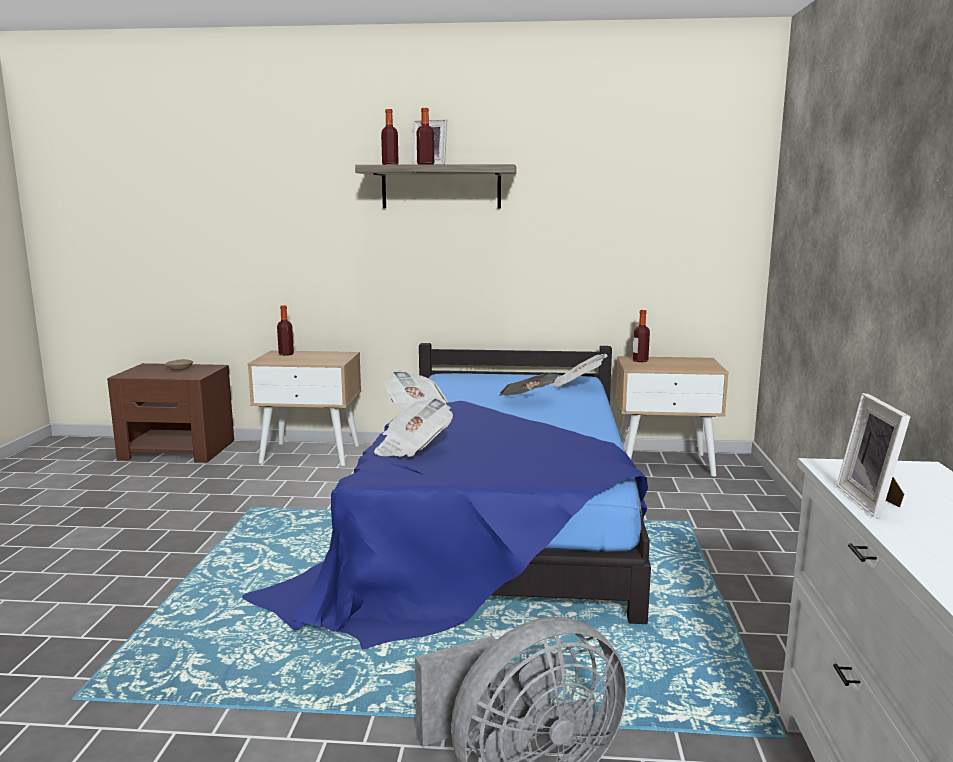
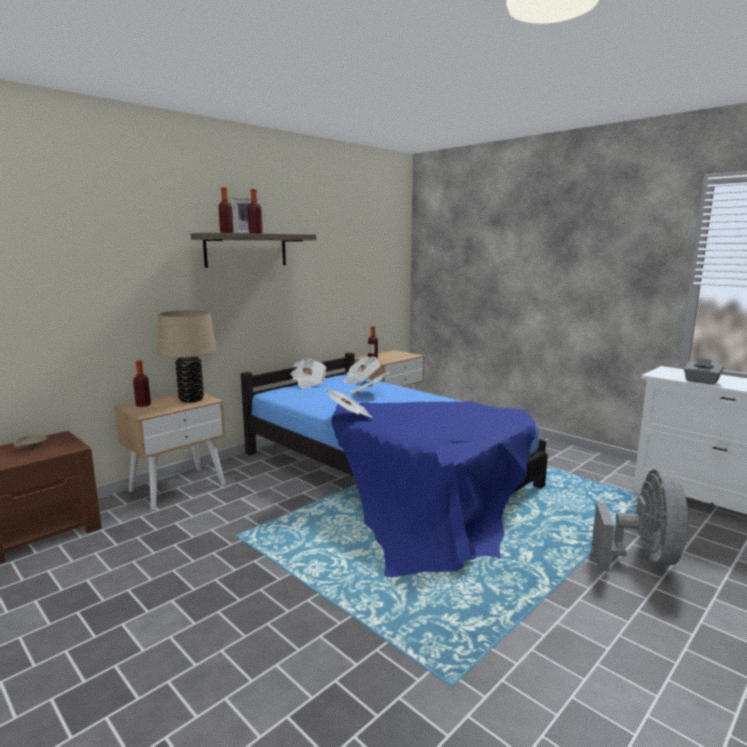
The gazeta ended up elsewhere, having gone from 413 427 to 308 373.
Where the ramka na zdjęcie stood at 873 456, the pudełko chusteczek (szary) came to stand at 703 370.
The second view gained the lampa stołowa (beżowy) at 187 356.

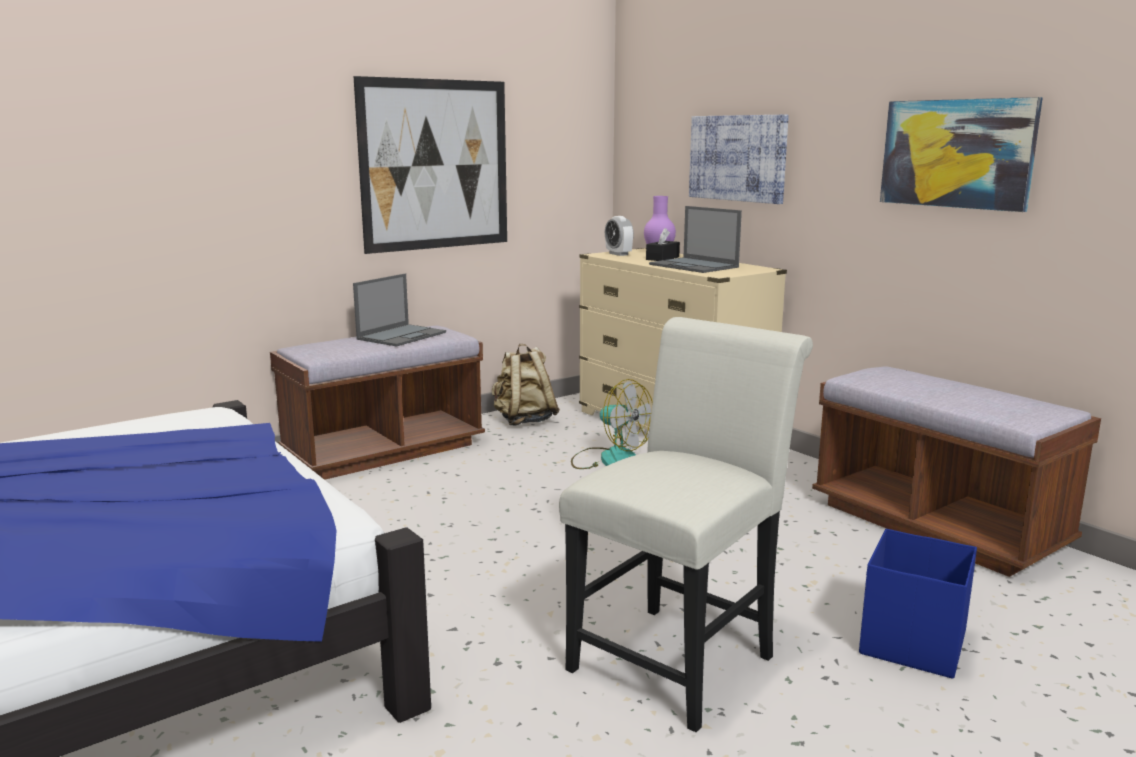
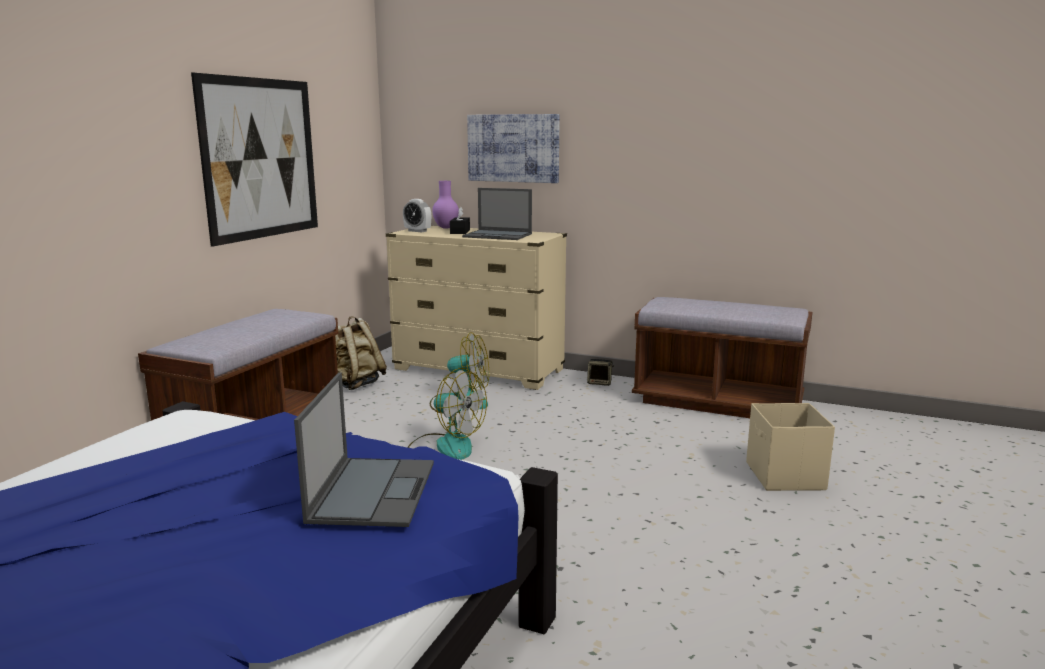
The laptop ended up elsewhere, having gone from 399 310 to 364 449.
The second view lost the krzesło (biały) at 686 524.
What was the pojemnik do przechowywania (niebieski) at 918 604 turned into the pojemnik do przechowywania (beżowy) at 790 447.
The second view lost the obraz at 961 154.
The second view gained the wentylator at 447 414.
The second view gained the głośnik at 600 372.

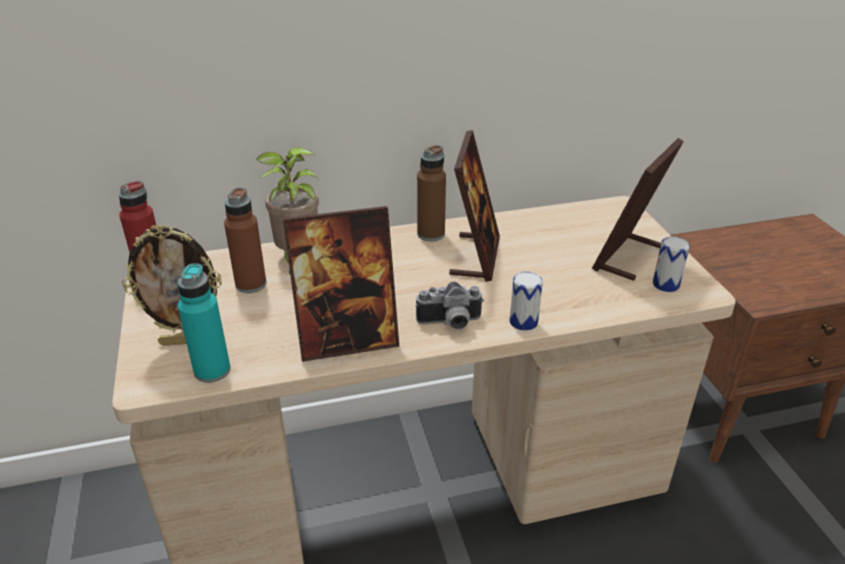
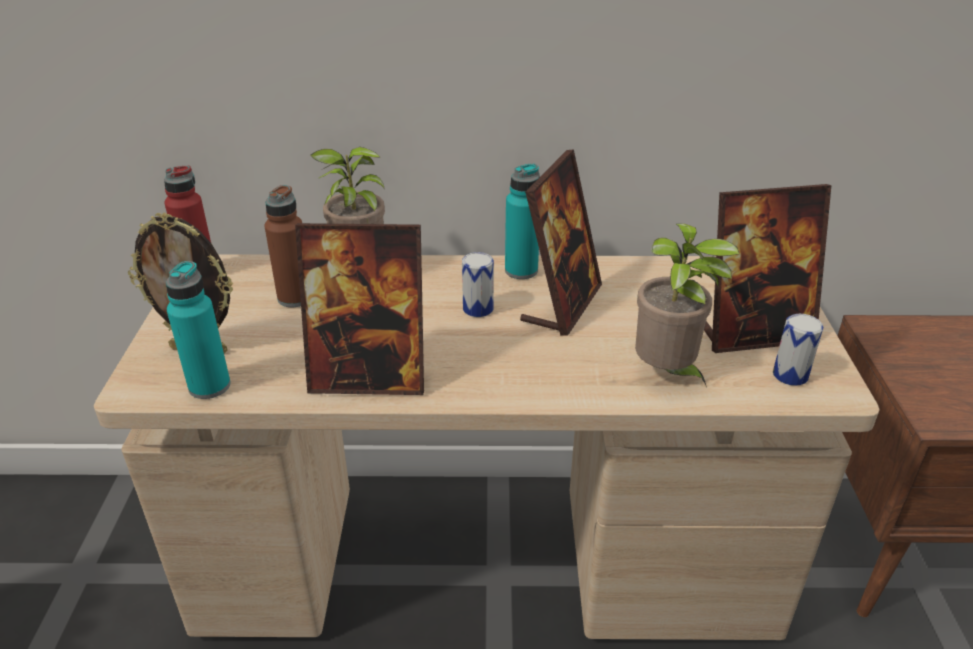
The second view lost the aparat fotograficzny at 450 305.
What was the butelka (brązowy) at 431 193 turned into the butelka (turkusowy) at 522 221.
The puszka ended up elsewhere, having gone from 526 301 to 478 284.
The ramka na zdjęcie at 638 209 ended up facing another way, 150 degrees counterclockwise from before.
The second view gained the roślina doniczkowa at 687 305.

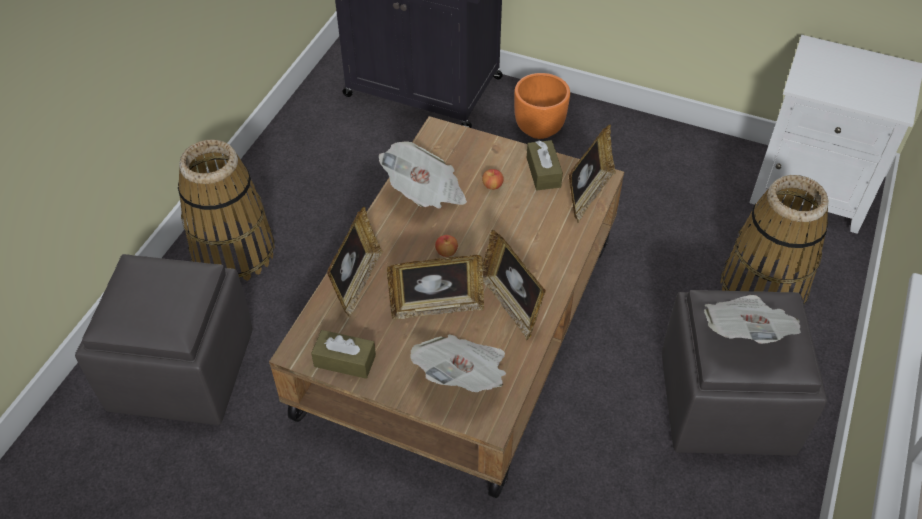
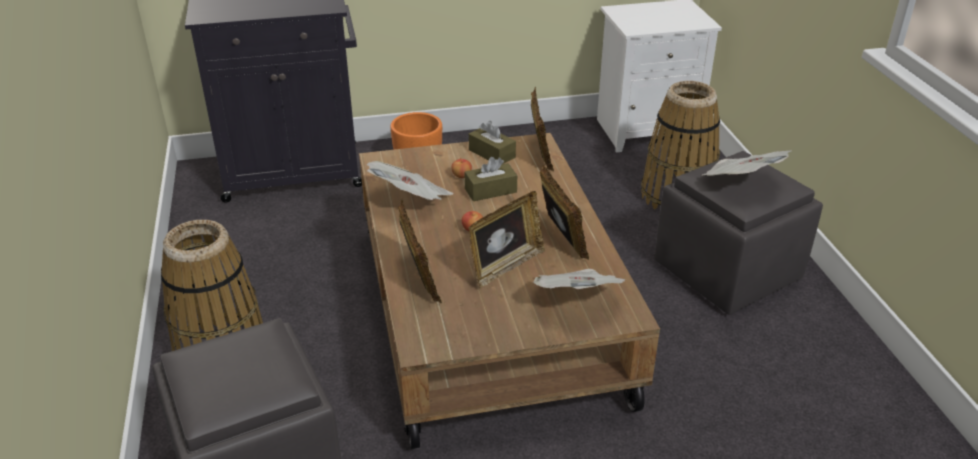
The pudełko chusteczek (brązowy) ended up elsewhere, having gone from 343 354 to 491 179.
The ramka na zdjęcie at 514 285 ended up facing another way, 135 degrees counterclockwise from before.

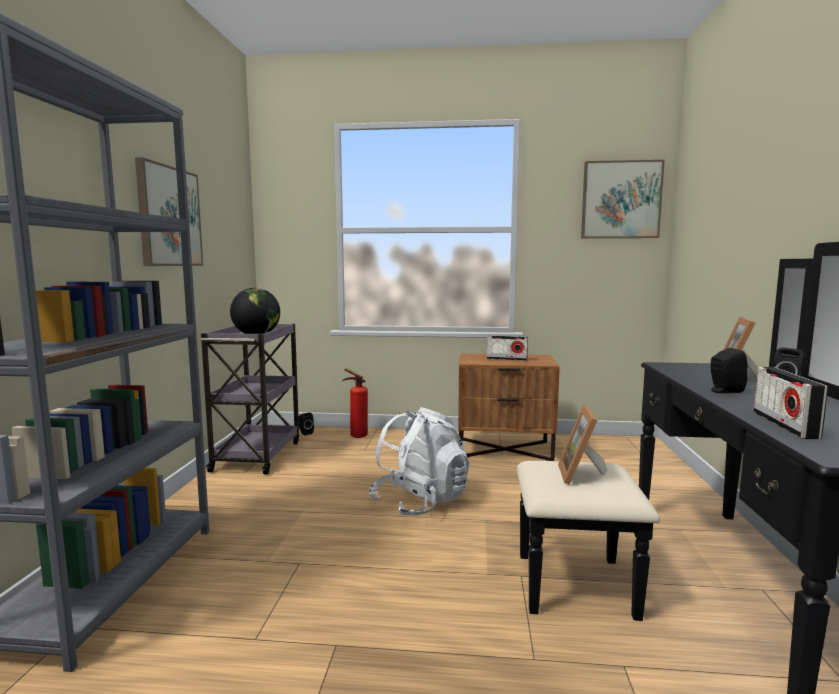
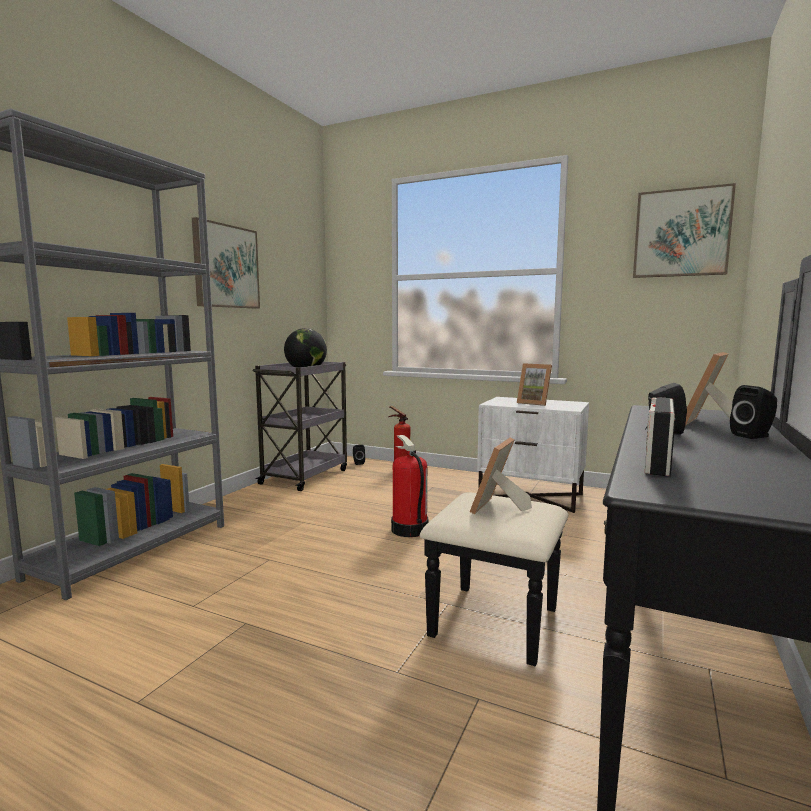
Where the plecak (biały) stood at 419 462, the gaśnica came to stand at 410 486.
What was the szafka nocna (brązowy) at 509 407 turned into the szafka nocna (biały) at 533 455.
Where the radio stood at 507 348, the ramka na zdjęcie came to stand at 534 384.

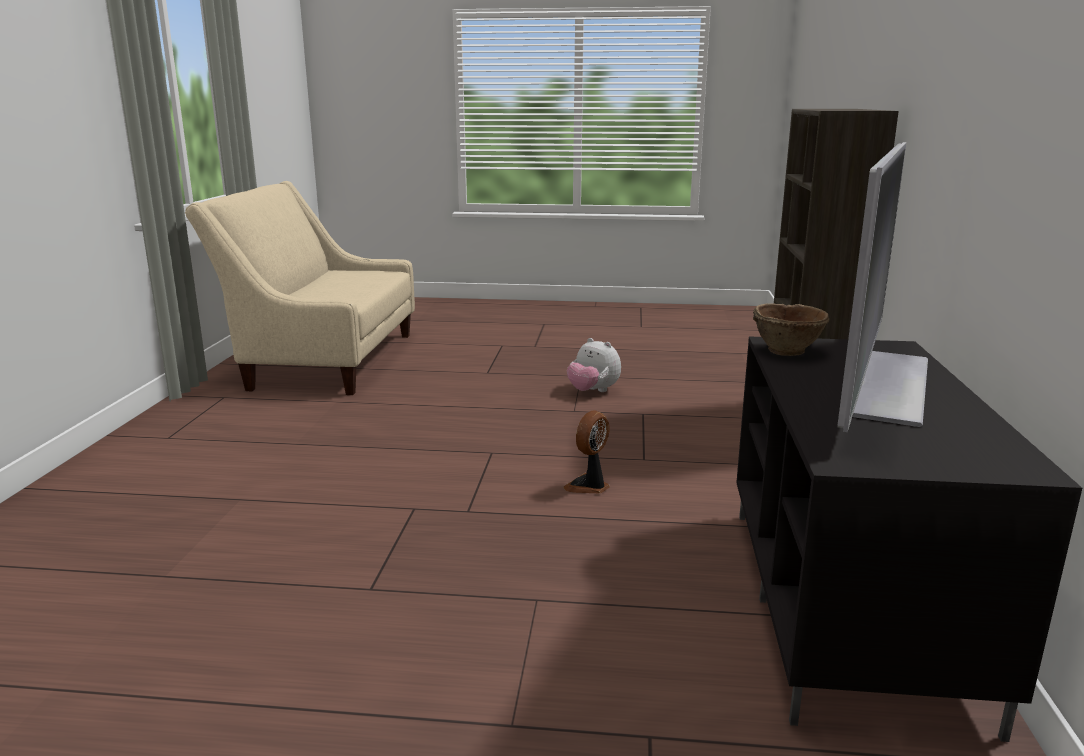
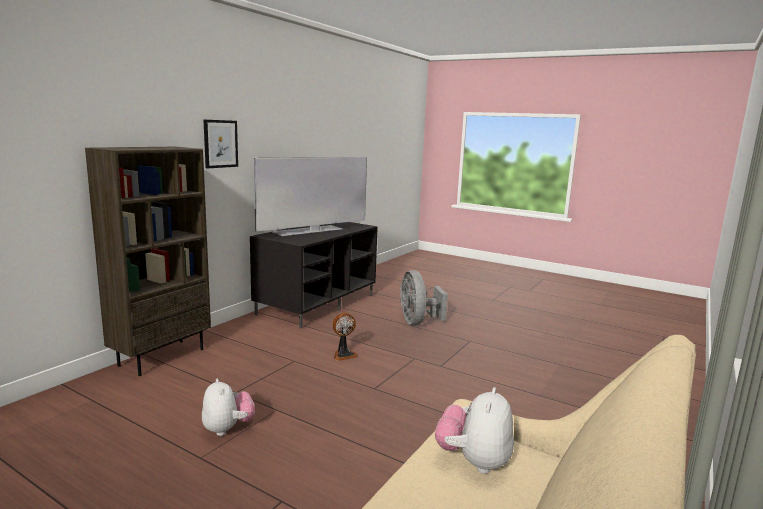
The second view lost the miska (brązowy) at 791 329.
The second view gained the obraz at 221 144.
The second view gained the wentylator (szary) at 424 297.
The second view gained the pluszak at 474 430.

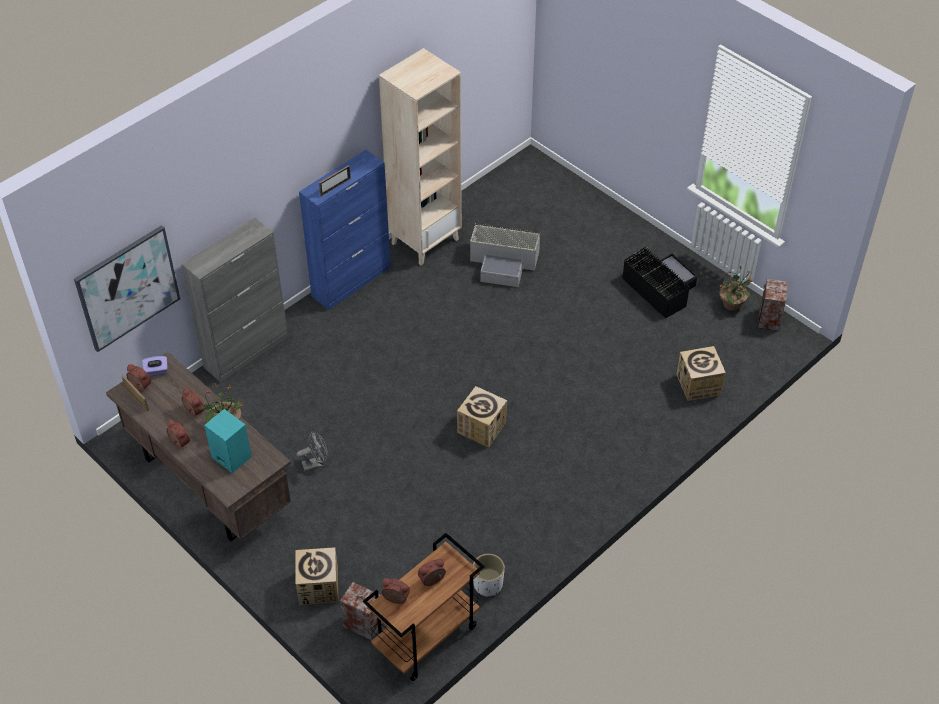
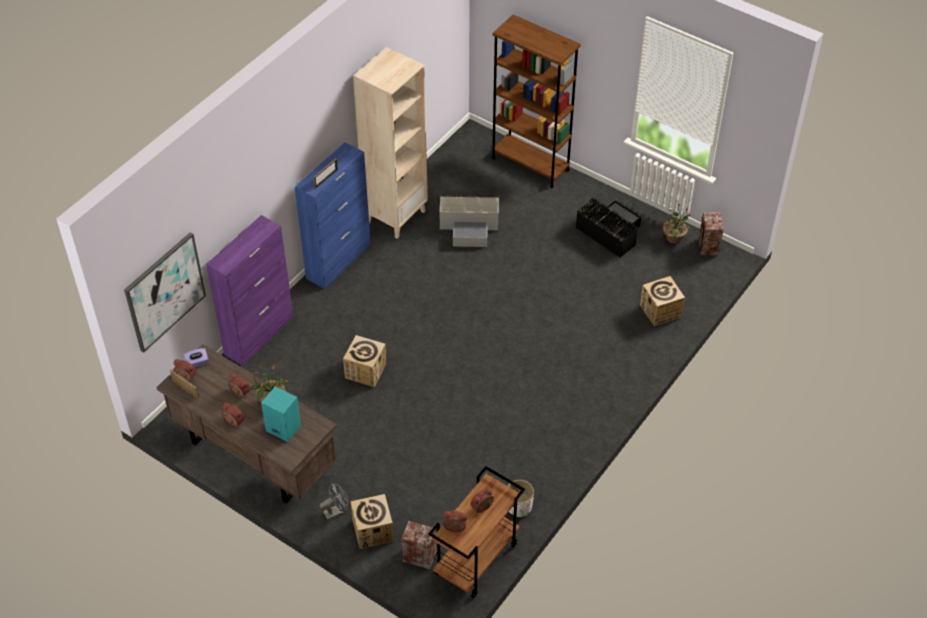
What was the szafka (szary) at 234 300 turned into the szafka (fioletowy) at 250 290.
The wentylator (szary) ended up elsewhere, having gone from 312 451 to 334 501.
The karton ended up elsewhere, having gone from 482 417 to 364 361.
The second view gained the regał (brązowy) at 536 101.

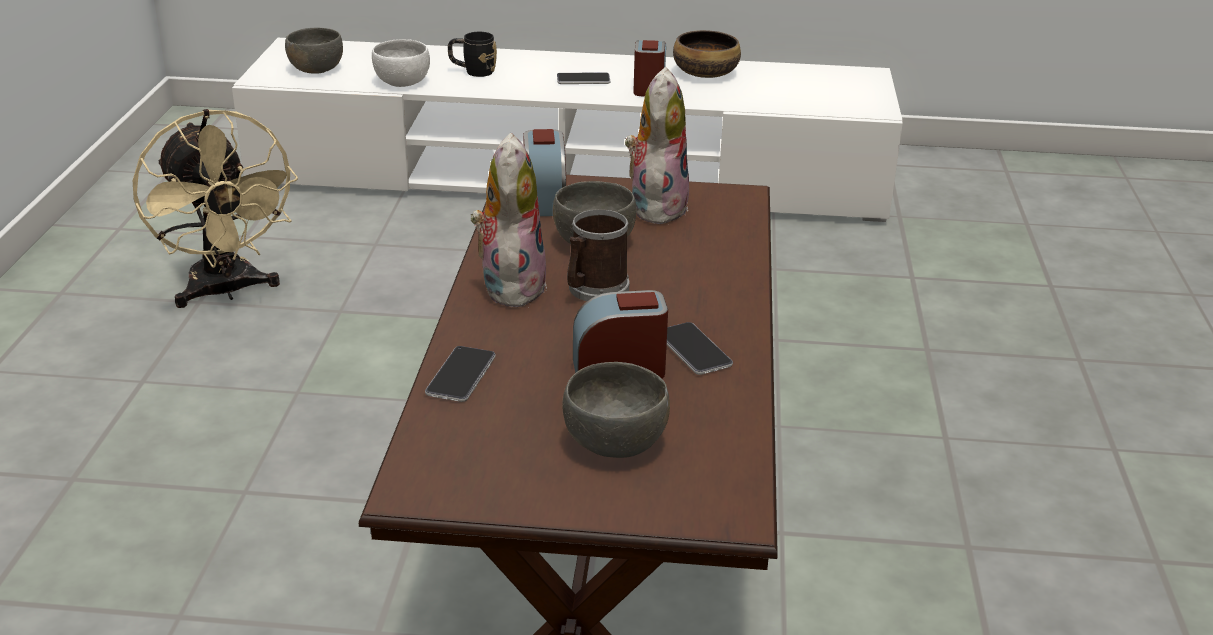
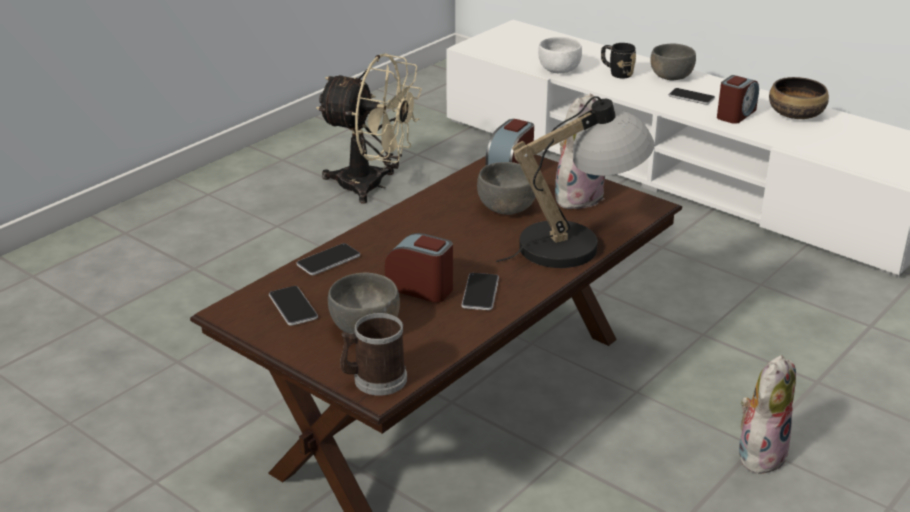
The wentylator (beżowy) at 215 208 ended up facing another way, 75 degrees counterclockwise from before.
The miska (szary) ended up elsewhere, having gone from 314 51 to 673 61.
The pluszak ended up elsewhere, having gone from 509 220 to 767 414.
The kubek ended up elsewhere, having gone from 598 255 to 373 354.
The second view gained the telefon at 293 306.
The second view gained the lampa stołowa at 575 182.

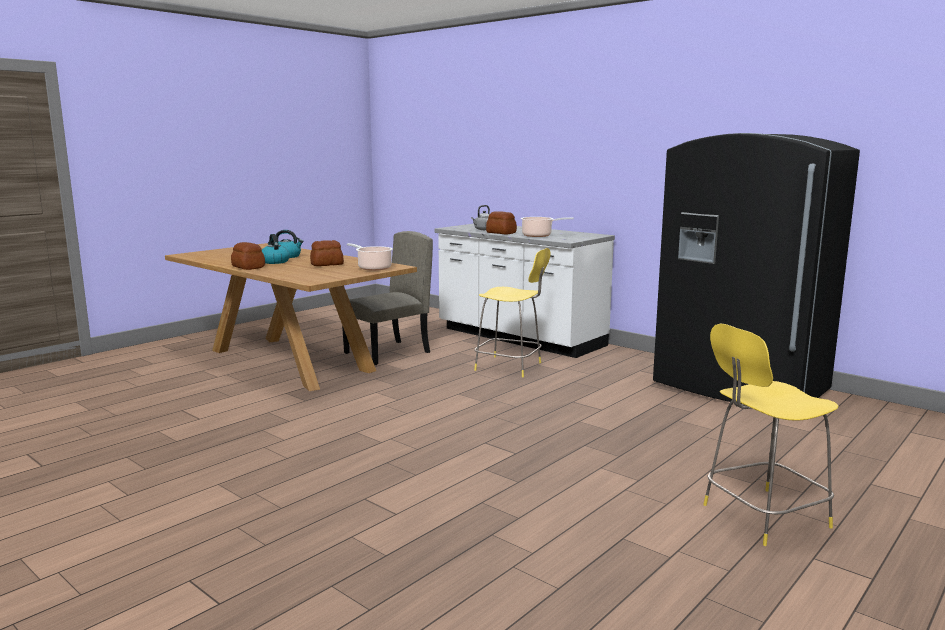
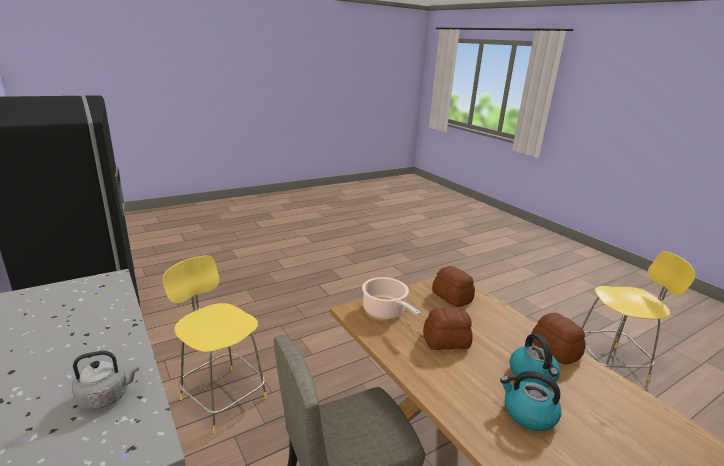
The chleb ended up elsewhere, having gone from 501 223 to 453 286.
The second view lost the garnek at 547 227.
The stołek (żółty) ended up elsewhere, having gone from 771 435 to 638 316.

